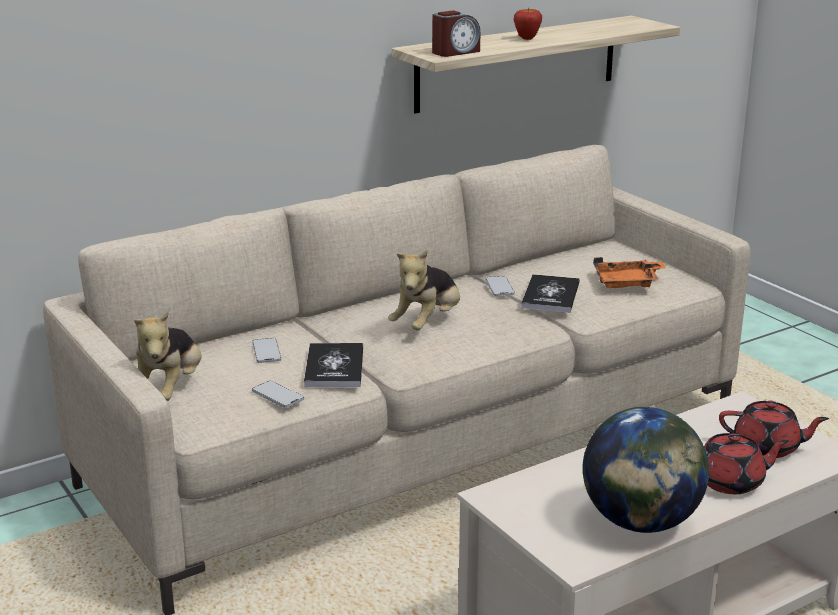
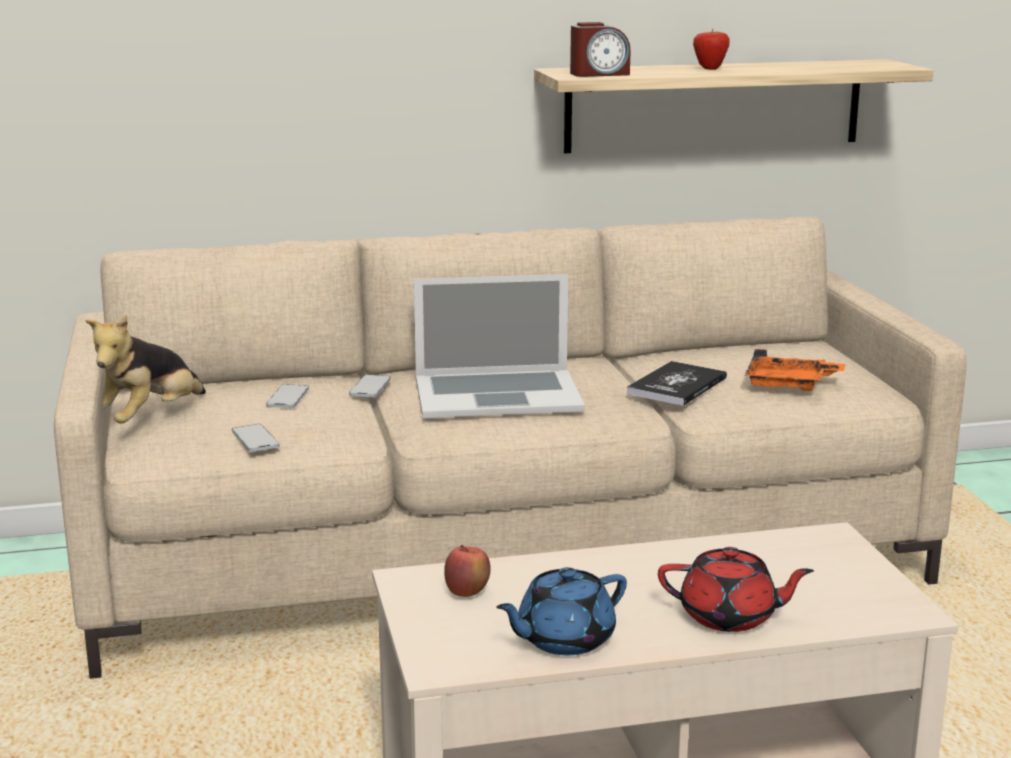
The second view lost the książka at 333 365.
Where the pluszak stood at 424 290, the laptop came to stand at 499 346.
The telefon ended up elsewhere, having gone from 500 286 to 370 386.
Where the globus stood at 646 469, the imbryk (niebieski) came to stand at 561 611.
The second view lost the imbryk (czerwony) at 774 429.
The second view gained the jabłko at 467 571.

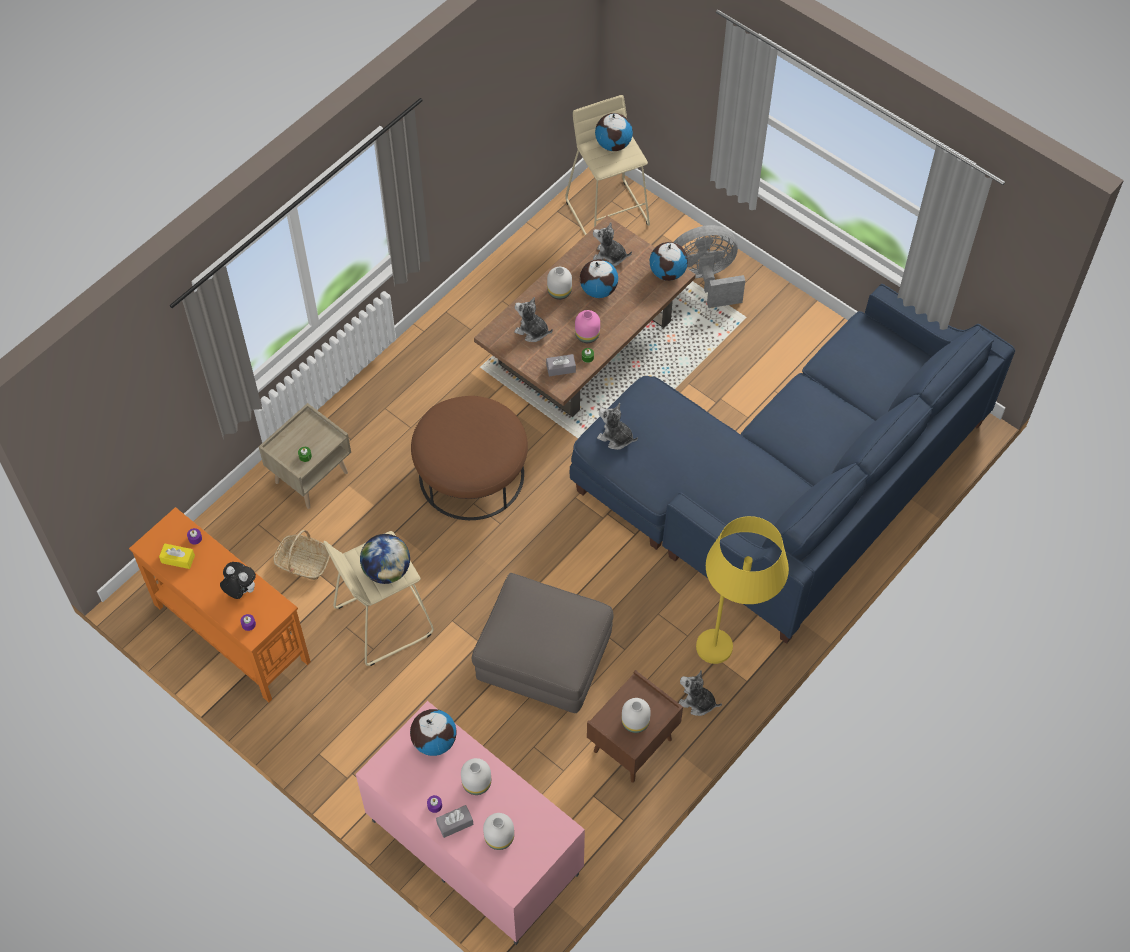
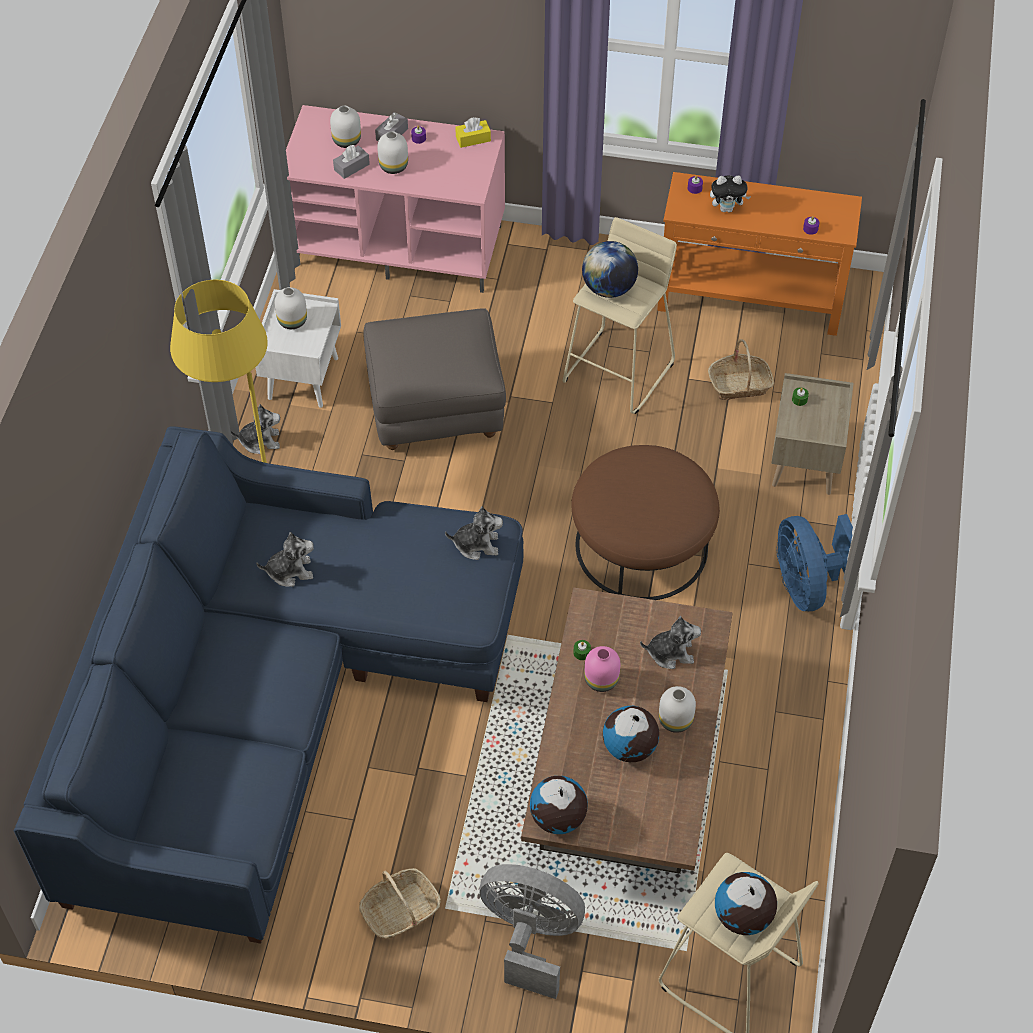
The pudełko chusteczek (żółty) ended up elsewhere, having gone from 177 556 to 473 132.
The second view lost the globus at 433 732.
The pudełko chusteczek (szary) ended up elsewhere, having gone from 561 365 to 351 162.
What was the szafka nocna (brązowy) at 635 726 turned into the szafka nocna (biały) at 298 348.
The pluszak ended up elsewhere, having gone from 612 244 to 285 559.
The wentylator (szary) at 709 266 ended up facing another way, 120 degrees counterclockwise from before.
The second view gained the koszyk at 400 903.
The second view gained the wentylator (niebieski) at 814 562.

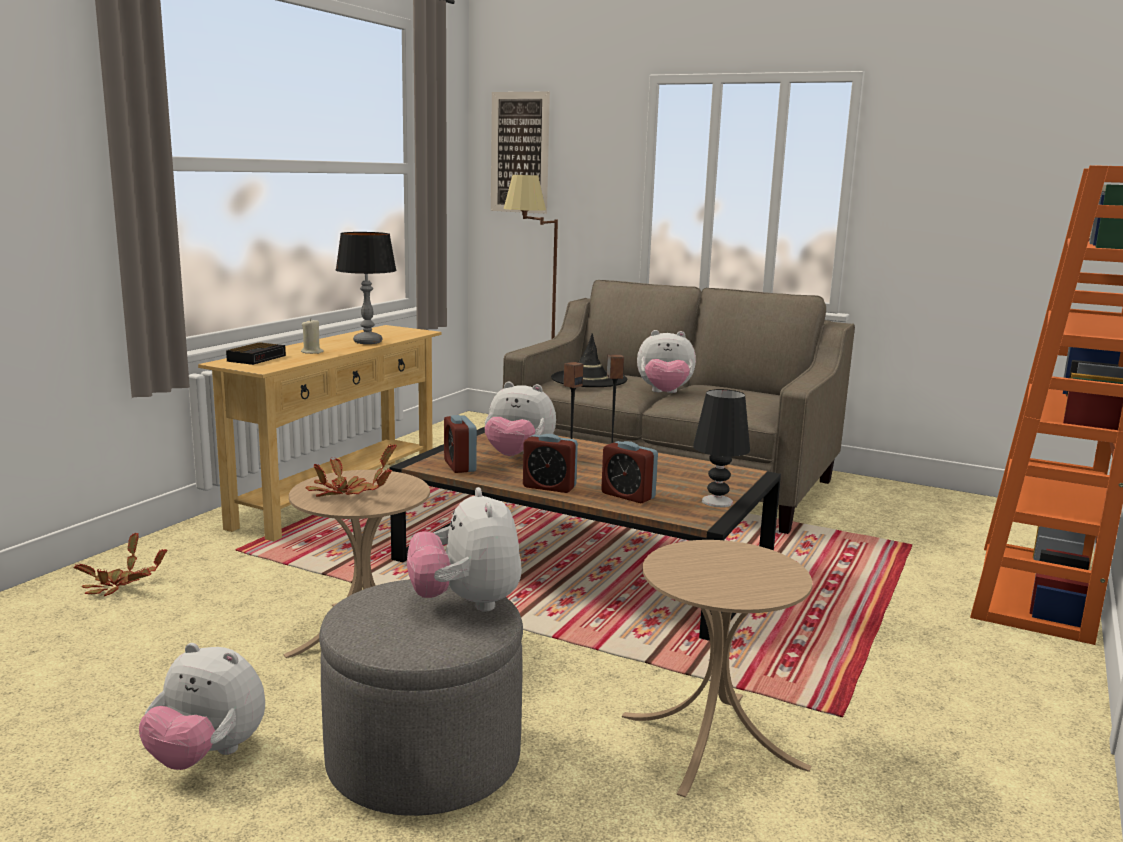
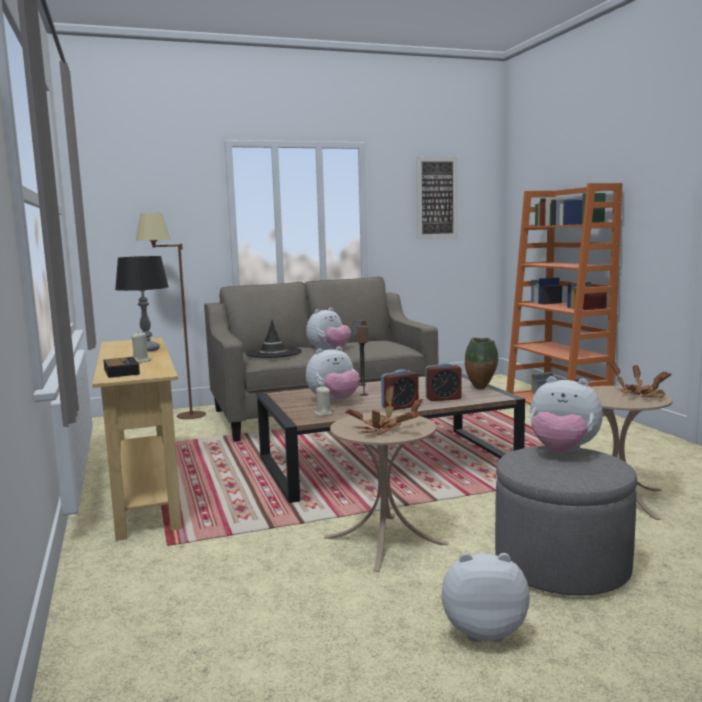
The roślina doniczkowa ended up elsewhere, having gone from 120 564 to 640 379.
The pluszak at 202 706 ended up facing another way, 150 degrees counterclockwise from before.
Where the budzik stood at 460 444, the świeca (beżowy) came to stand at 323 401.
The obraz ended up elsewhere, having gone from 520 152 to 437 197.
Where the lampa stołowa (czarny) stood at 721 448, the wazon came to stand at 481 364.

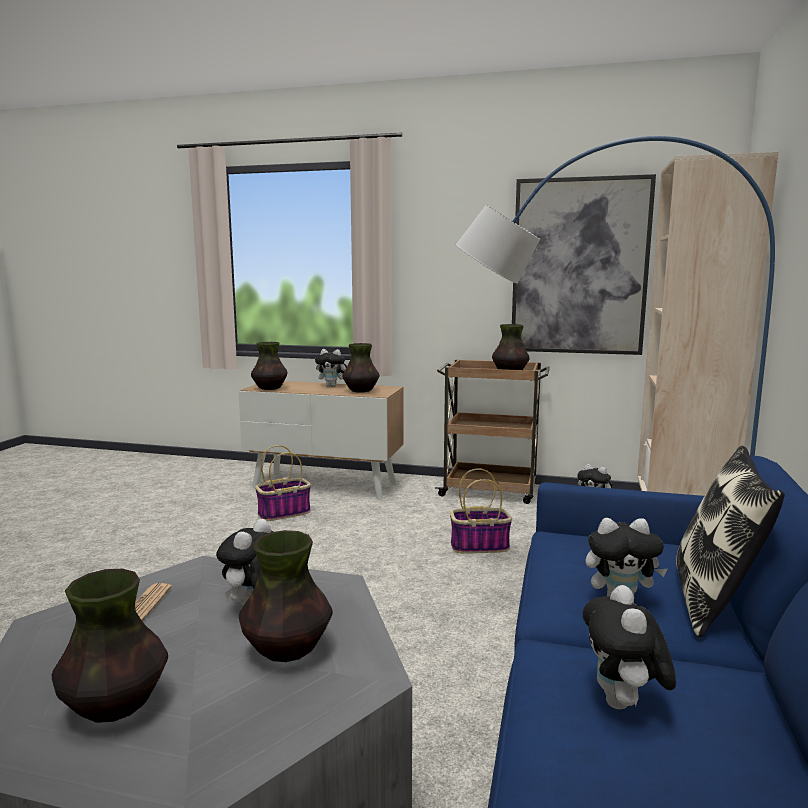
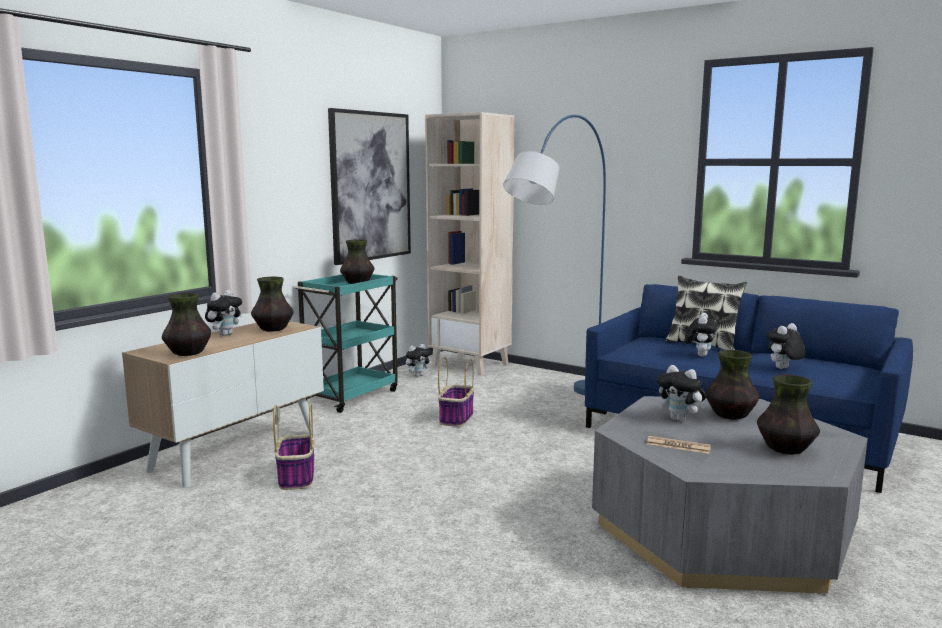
What was the wózek (brązowy) at 492 432 turned into the wózek (turkusowy) at 346 343.
The pluszak at 629 647 ended up facing another way, 120 degrees clockwise from before.

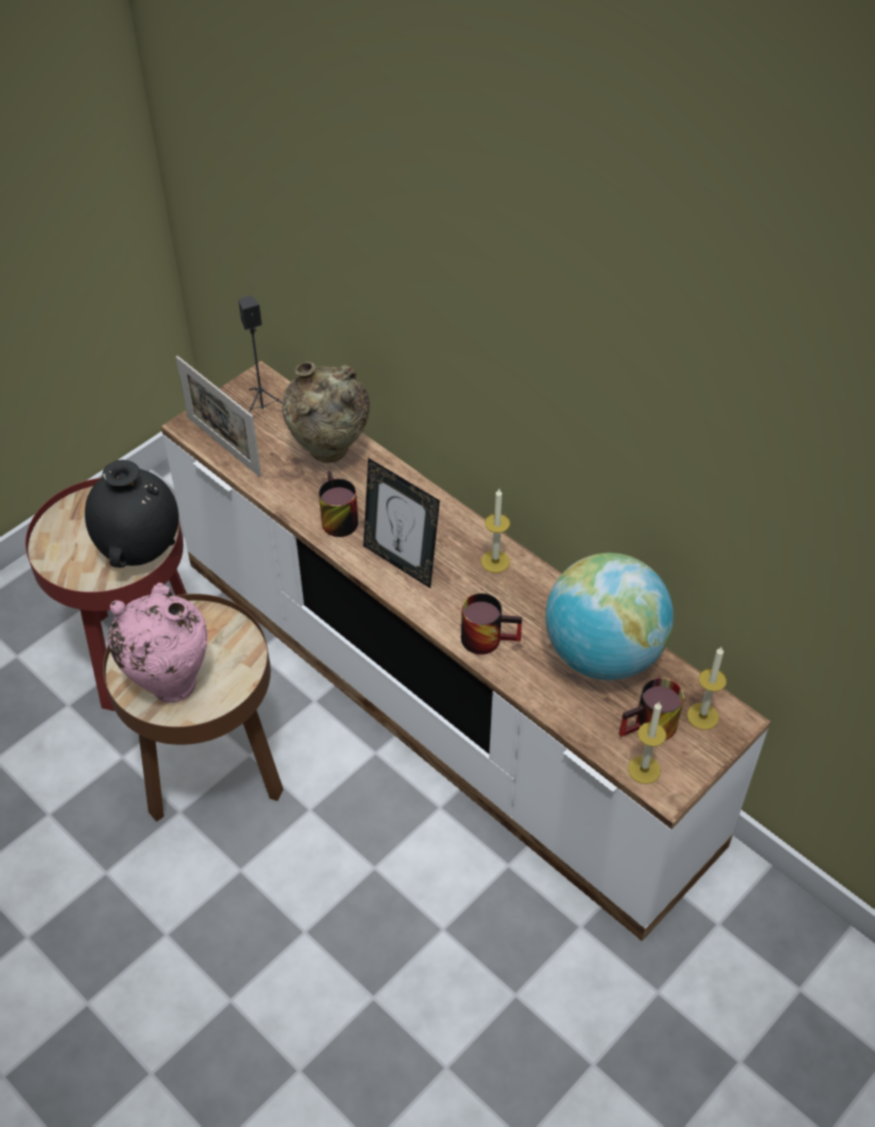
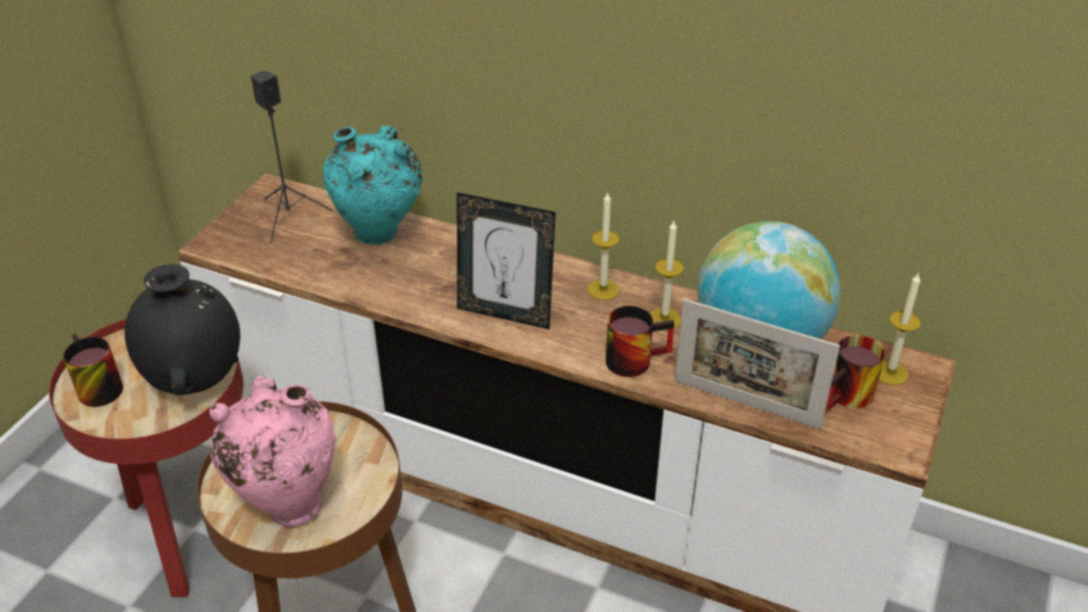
The ramka na zdjęcie ended up elsewhere, having gone from 218 416 to 757 364.
What was the wazon (beżowy) at 326 412 turned into the wazon (turkusowy) at 372 185.
The kubek ended up elsewhere, having gone from 338 504 to 93 370.
The świeca ended up elsewhere, having gone from 647 743 to 667 275.

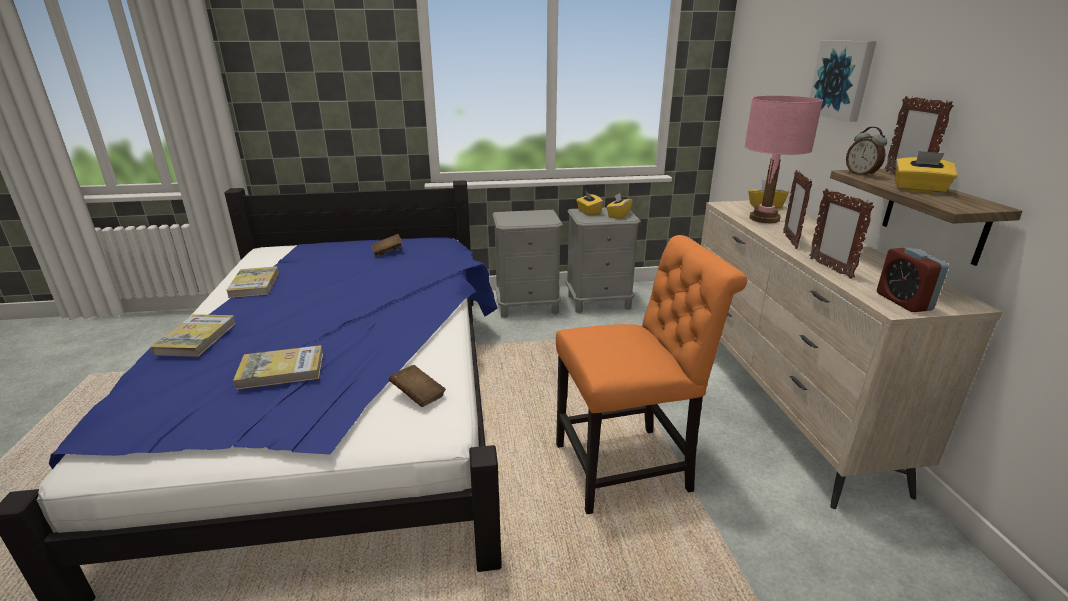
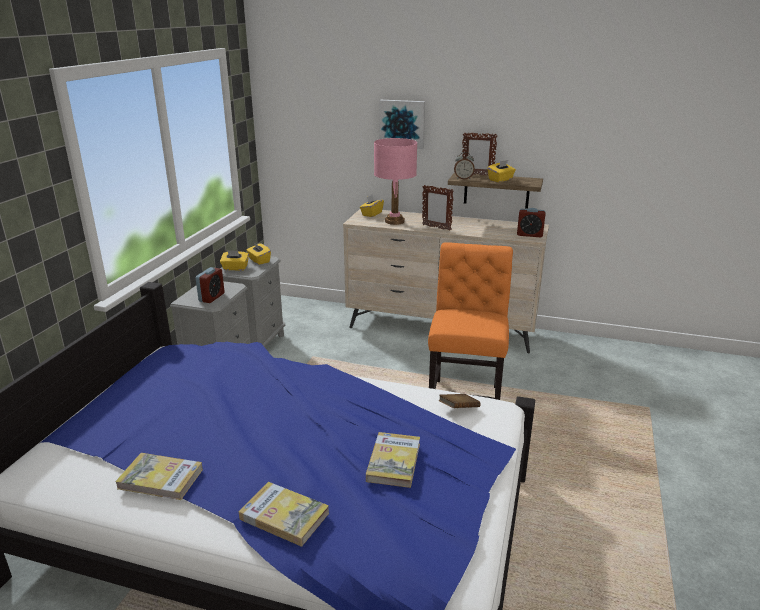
The second view lost the książka (brązowy) at 387 245.
The second view lost the ramka na zdjęcie at 841 234.
The second view gained the budzik at 210 285.

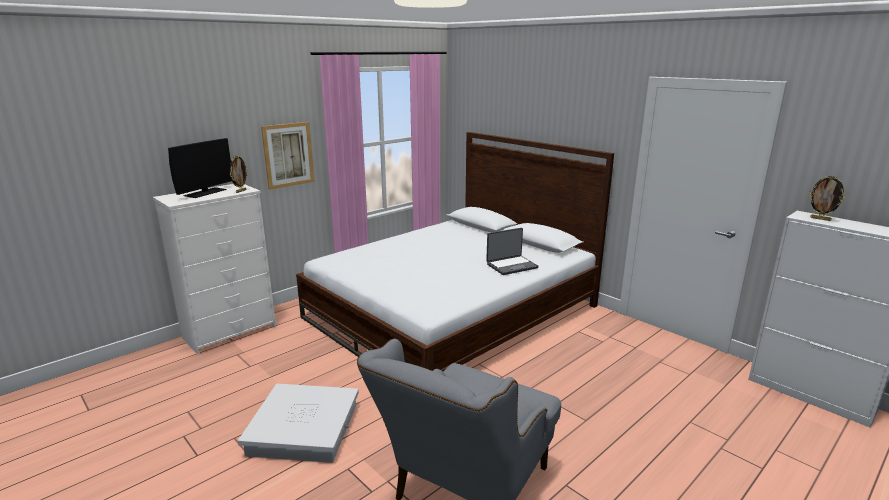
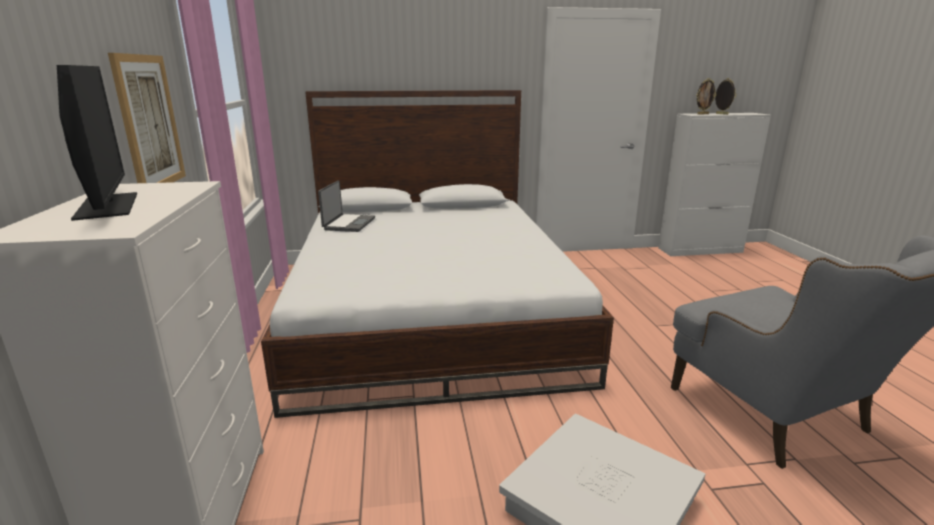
The ramka na zdjęcie ended up elsewhere, having gone from 239 174 to 725 96.
The laptop ended up elsewhere, having gone from 512 251 to 346 206.

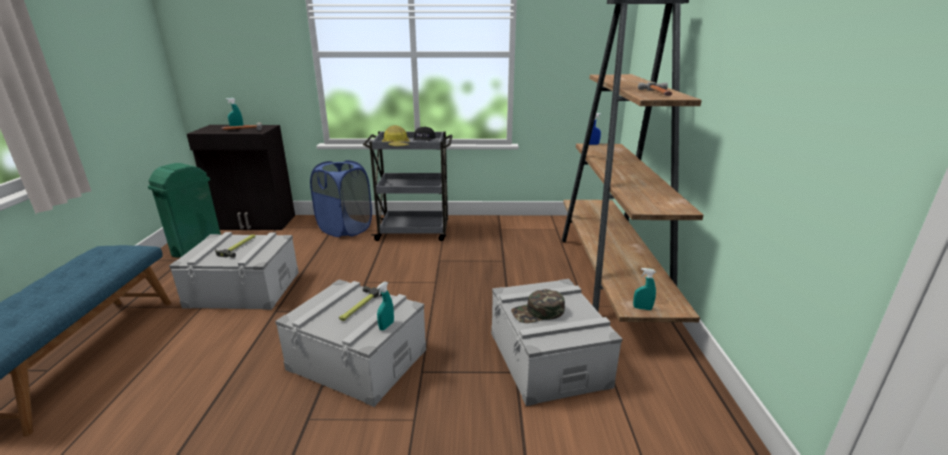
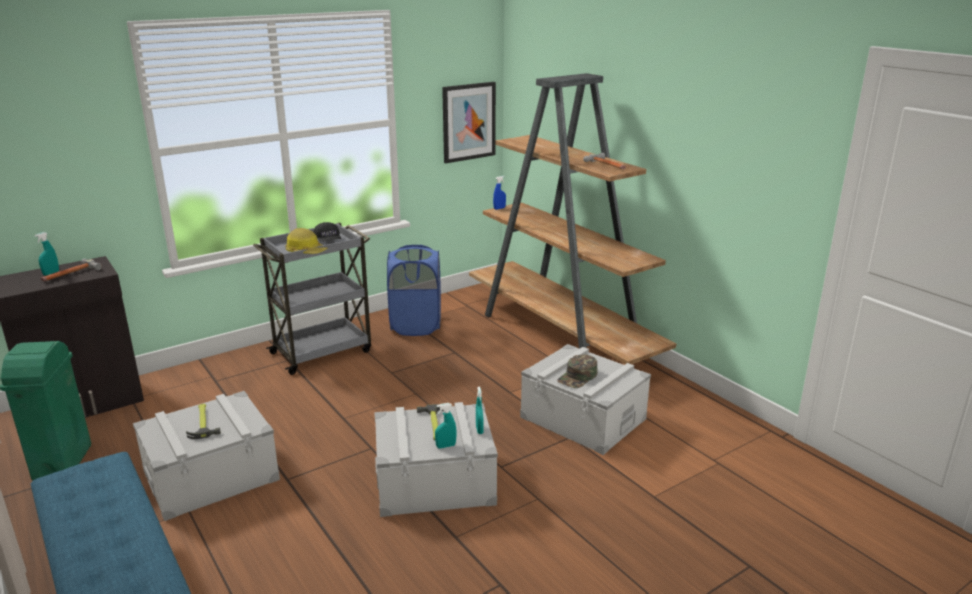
The kosz na pranie (niebieski) ended up elsewhere, having gone from 341 198 to 414 290.
The spryskiwacz (turkusowy) ended up elsewhere, having gone from 644 289 to 446 426.
The second view gained the obraz at 469 122.

